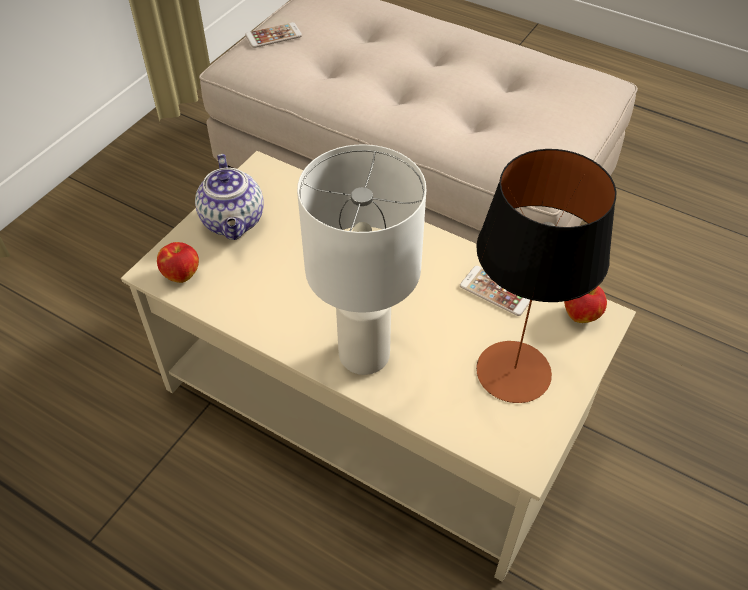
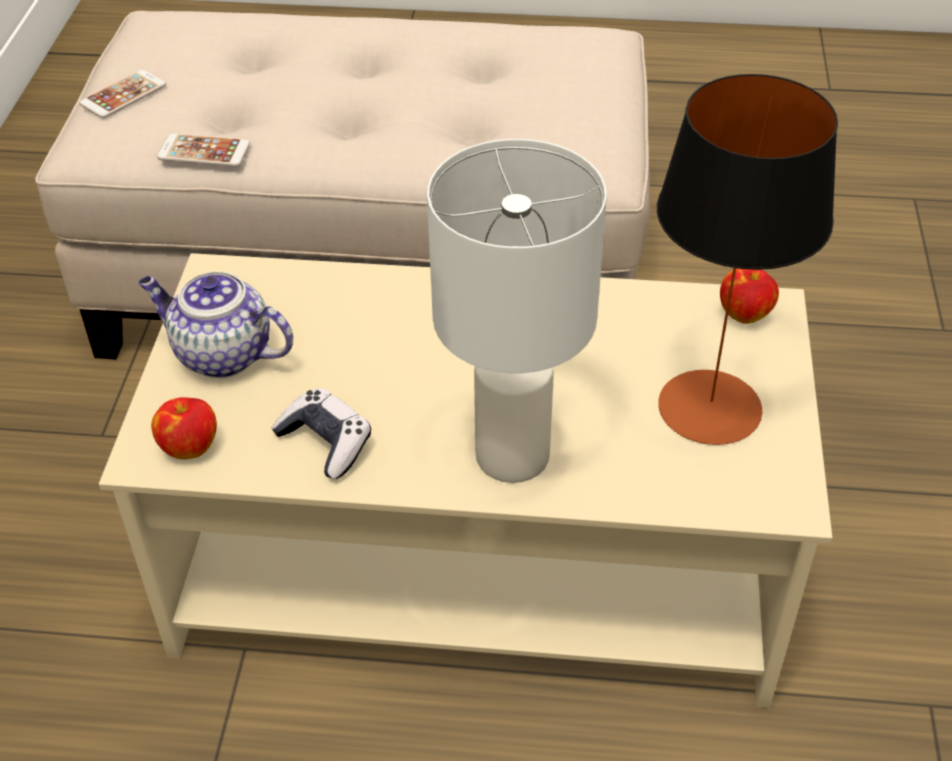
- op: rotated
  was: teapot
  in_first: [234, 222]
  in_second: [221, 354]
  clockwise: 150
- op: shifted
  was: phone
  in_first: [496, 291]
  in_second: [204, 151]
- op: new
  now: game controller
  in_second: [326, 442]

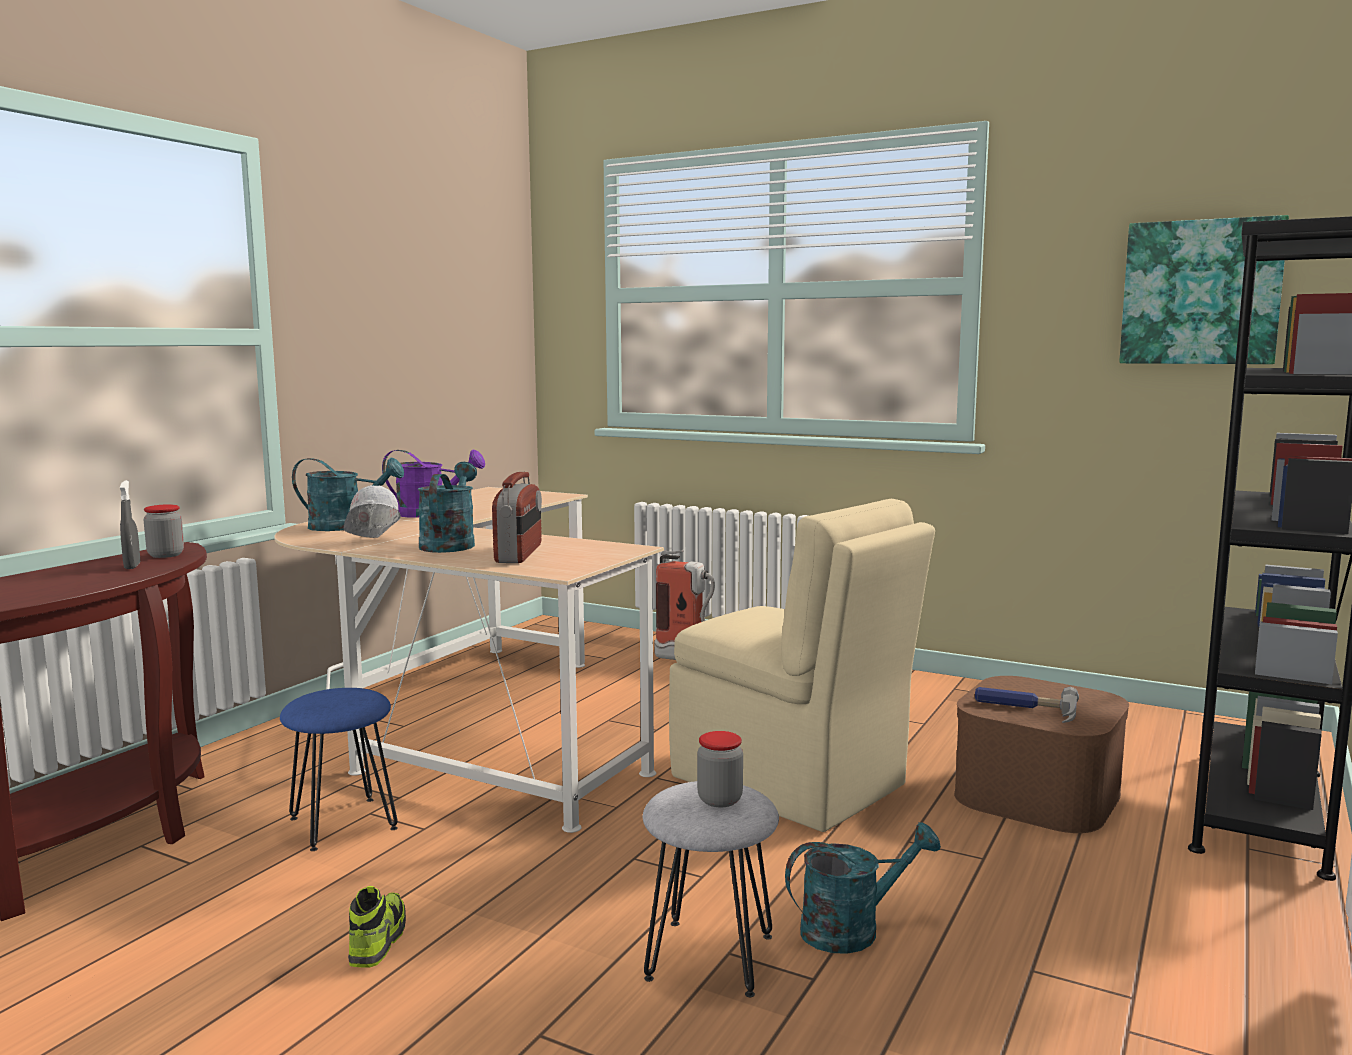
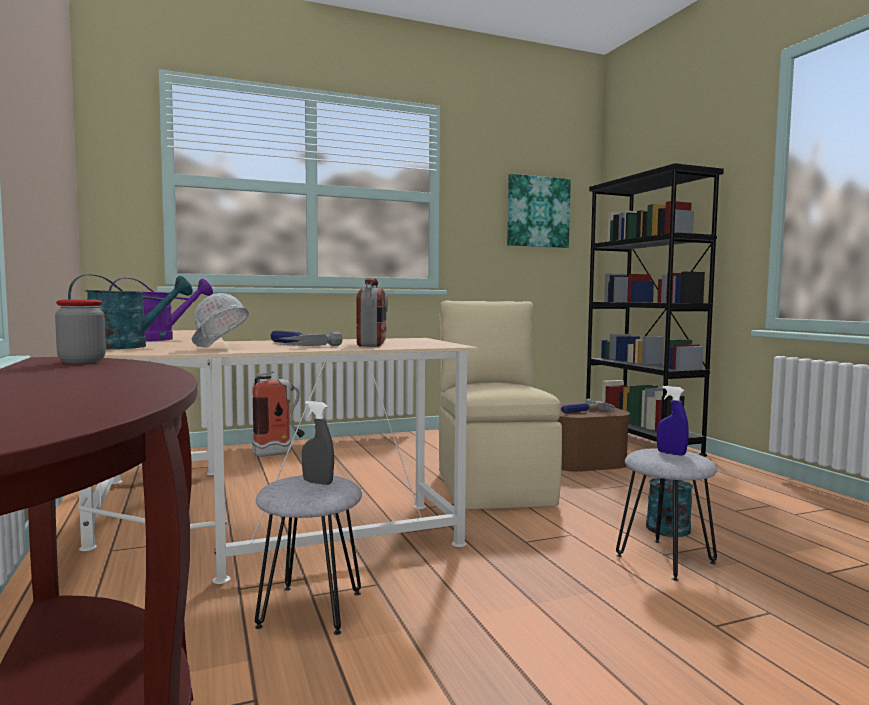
- op: repainted
  was: blue stool
  now: grey stool
  in_first: [343, 823]
  in_second: [310, 609]
- op: swapped
  was: turquoise watering can
  now: hammer
  in_first: [450, 544]
  in_second: [292, 345]
- op: shifted
  was: grey spray bottle
  in_first: [132, 566]
  in_second: [317, 482]
- op: rotated
  was: radio
  in_first: [519, 554]
  in_second: [373, 343]
  clockwise: 45
- op: rotated
  was: beige chair
  in_first: [792, 783]
  in_second: [493, 486]
  clockwise: -90
- op: swapped
  was: jar
  now: blue spray bottle
  in_first: [720, 800]
  in_second: [671, 453]
- op: gone
  was: shoe
  in_first: [378, 940]

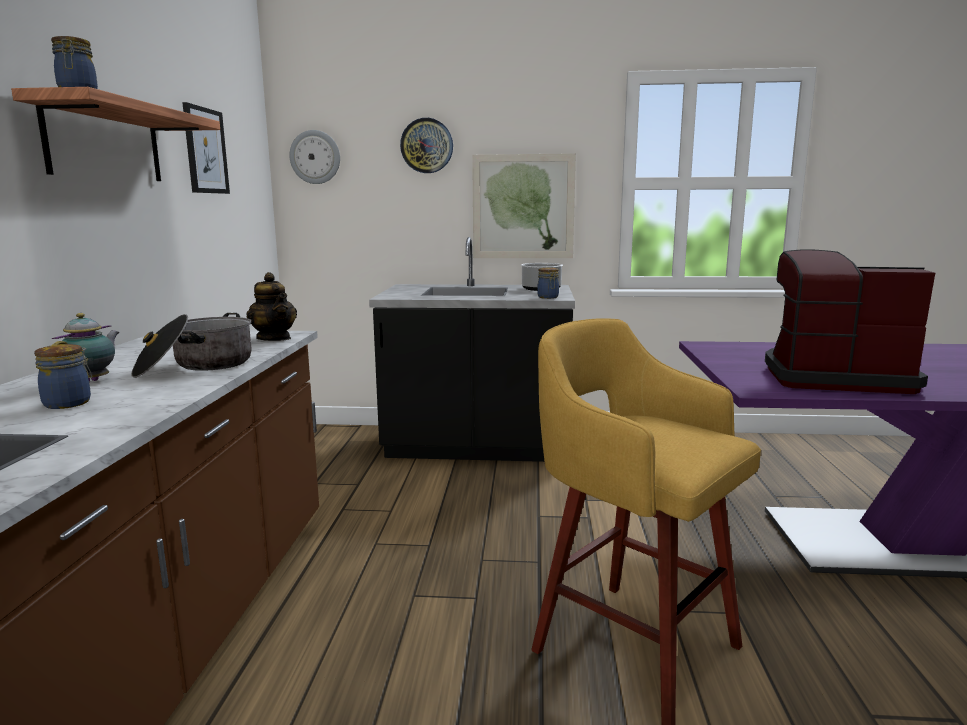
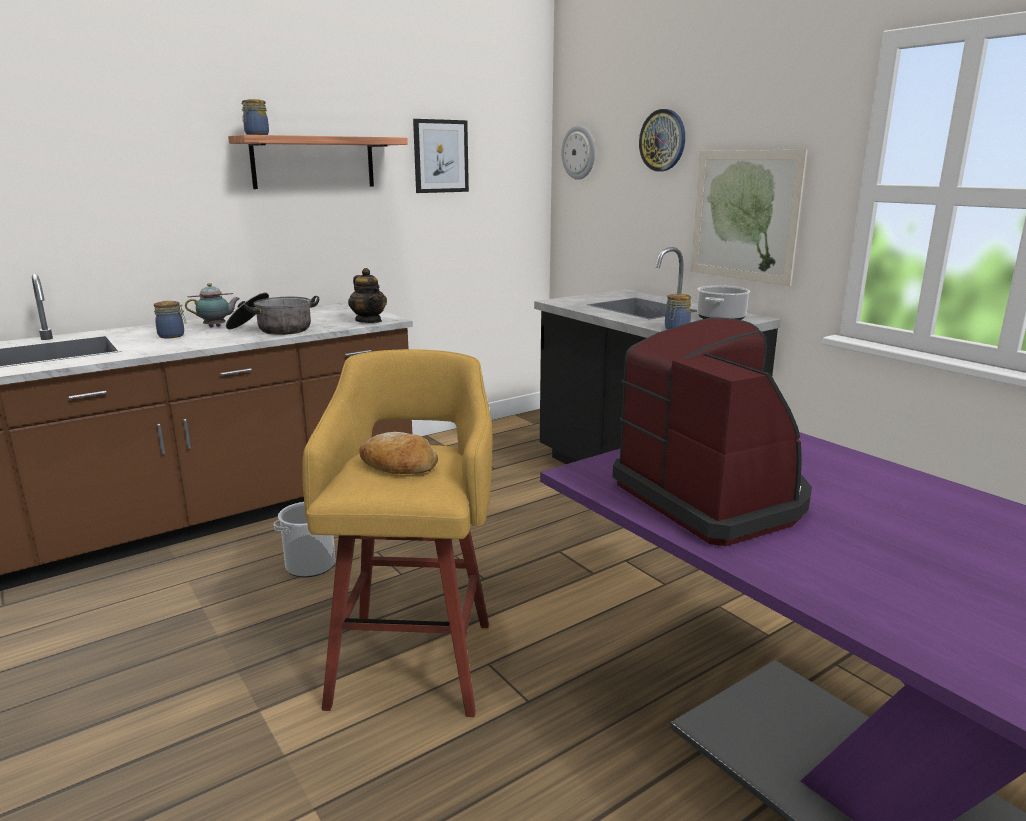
- op: new
  now: bucket
  in_second: [310, 565]
- op: rotated
  was: teapot
  in_first: [274, 338]
  in_second: [369, 321]
  clockwise: -45
- op: new
  now: bread
  in_second: [398, 465]

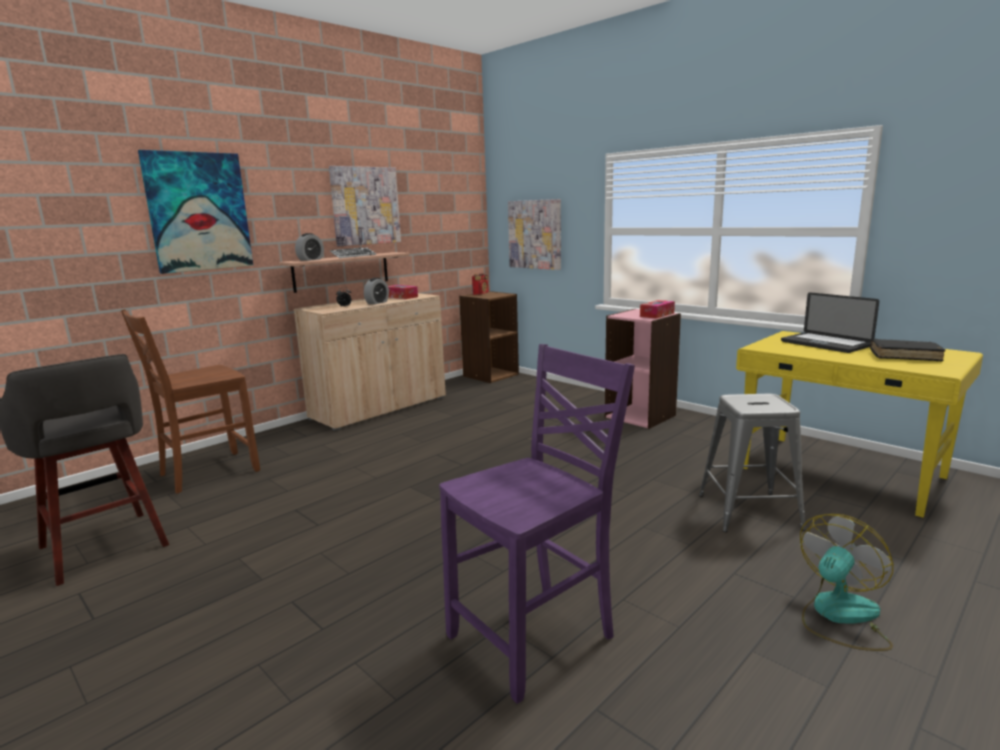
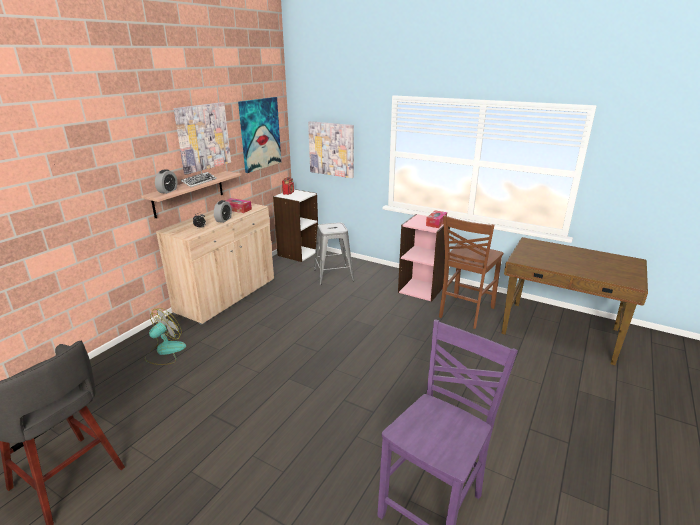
- op: shifted
  was: fan
  in_first: [839, 616]
  in_second: [165, 351]
- op: shifted
  was: picture
  in_first: [198, 212]
  in_second: [260, 134]
- op: repainted
  was: brown bookcase
  now: white bookcase
  in_first: [490, 375]
  in_second: [298, 253]
- op: shifted
  was: grey stool
  in_first: [749, 511]
  in_second: [333, 275]
- op: shifted
  was: brown chair
  in_first: [207, 473]
  in_second: [464, 312]
- op: repainted
  was: yellow desk
  now: brown desk
  in_first: [841, 473]
  in_second: [560, 332]
- op: gone
  was: laptop
  in_first: [825, 344]
- op: gone
  was: black book
  in_first: [904, 356]

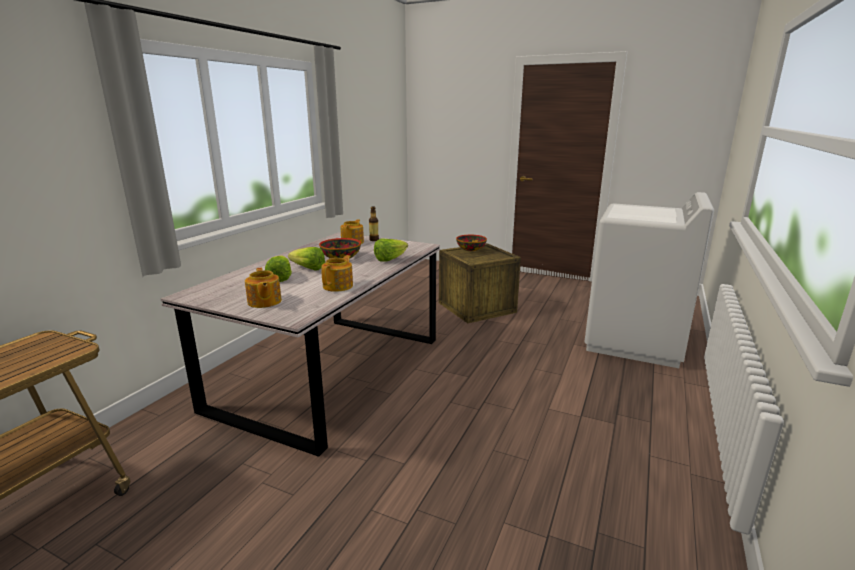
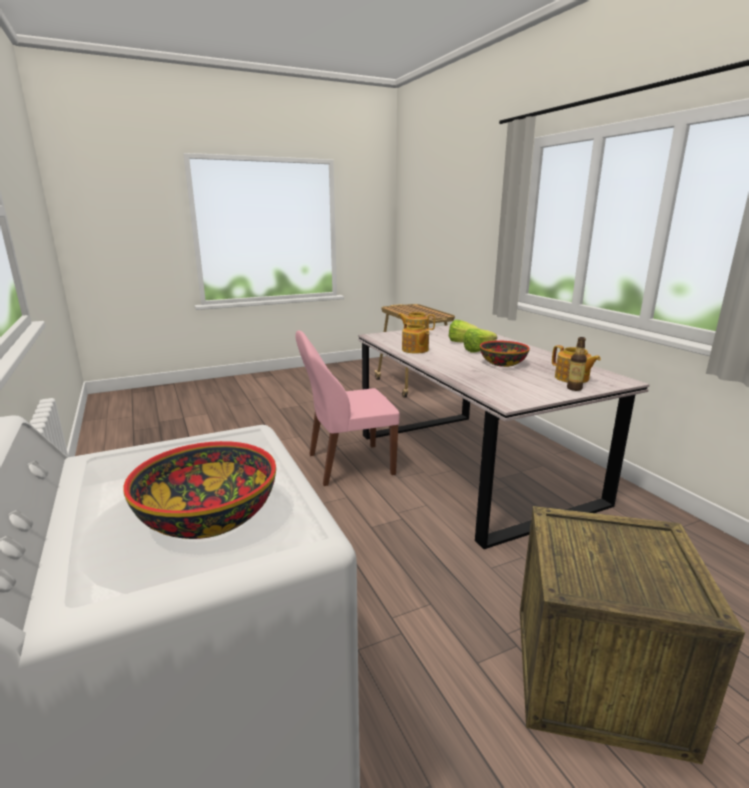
- op: shifted
  was: bowl
  in_first: [471, 249]
  in_second: [209, 518]
- op: new
  now: pink chair
  in_second: [347, 465]
- op: gone
  was: lettuce
  in_first: [390, 259]

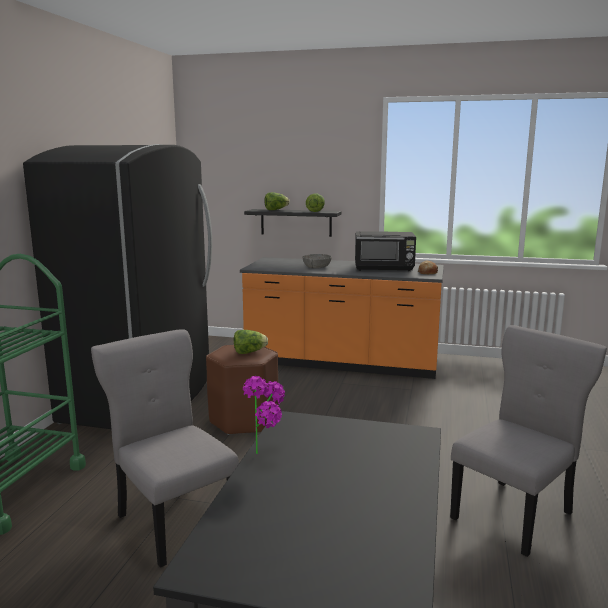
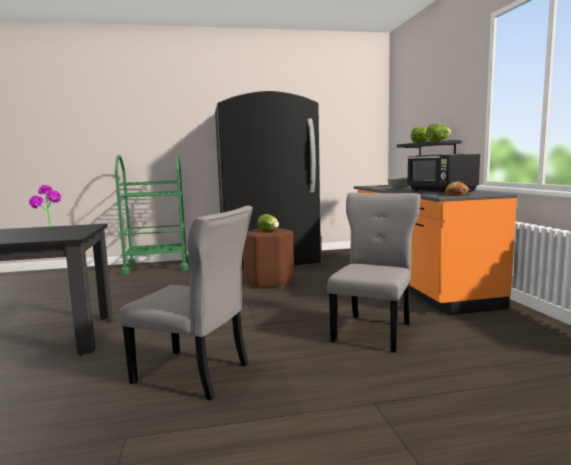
- op: shifted
  was: grey chair
  in_first: [174, 521]
  in_second: [374, 331]

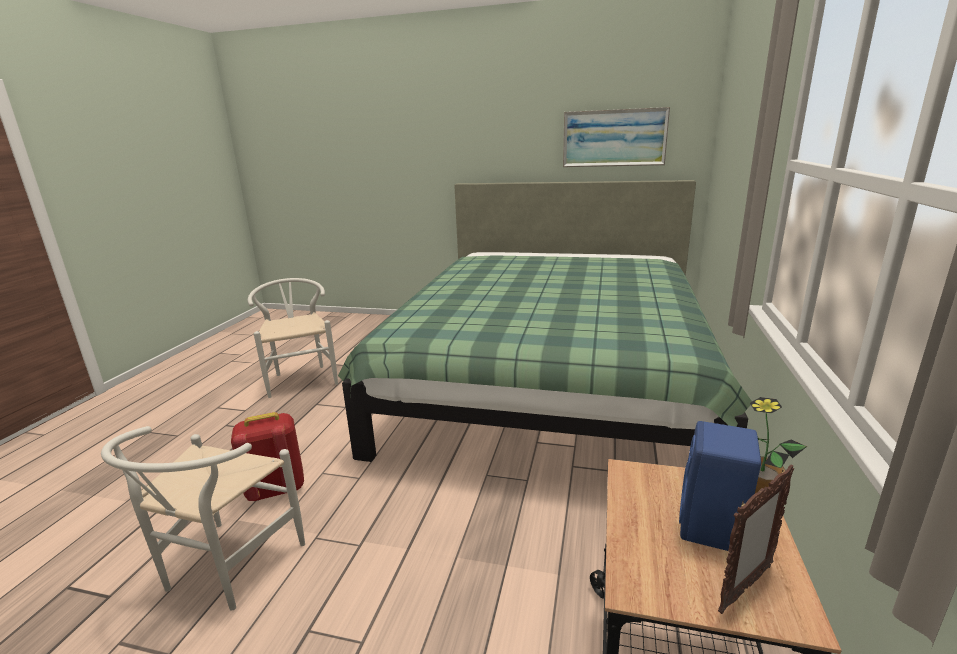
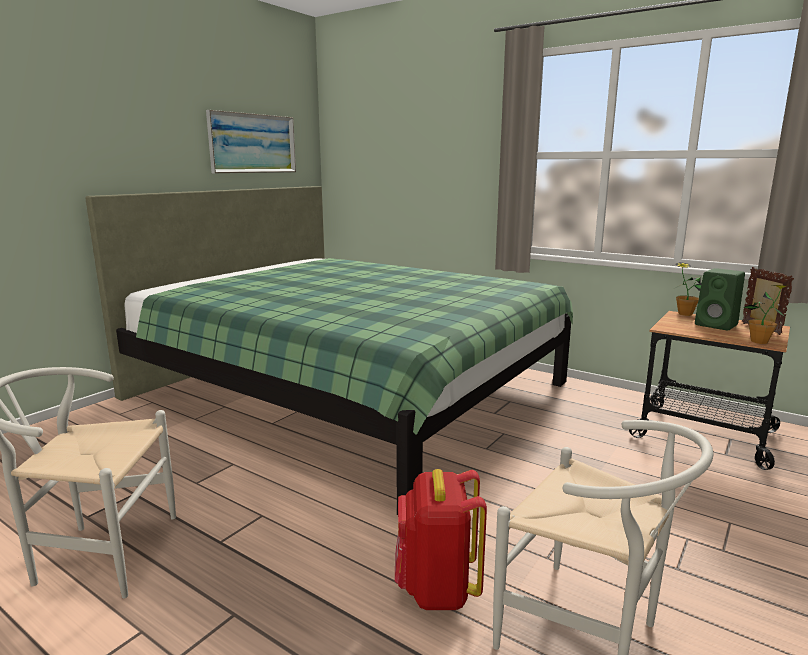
- op: repainted
  was: blue speaker
  now: green speaker
  in_first: [712, 529]
  in_second: [717, 325]
- op: new
  now: potted plant
  in_second: [759, 341]

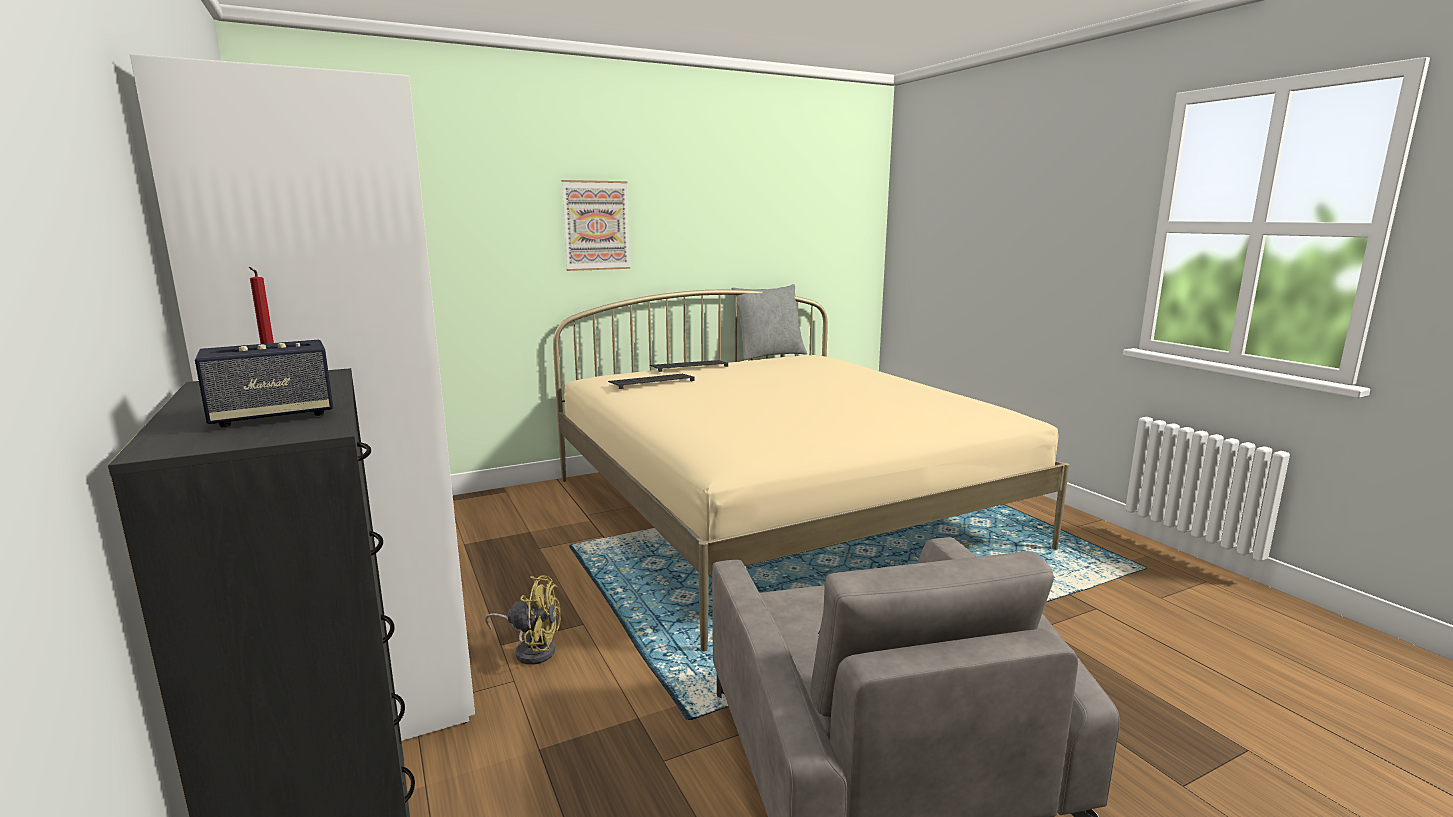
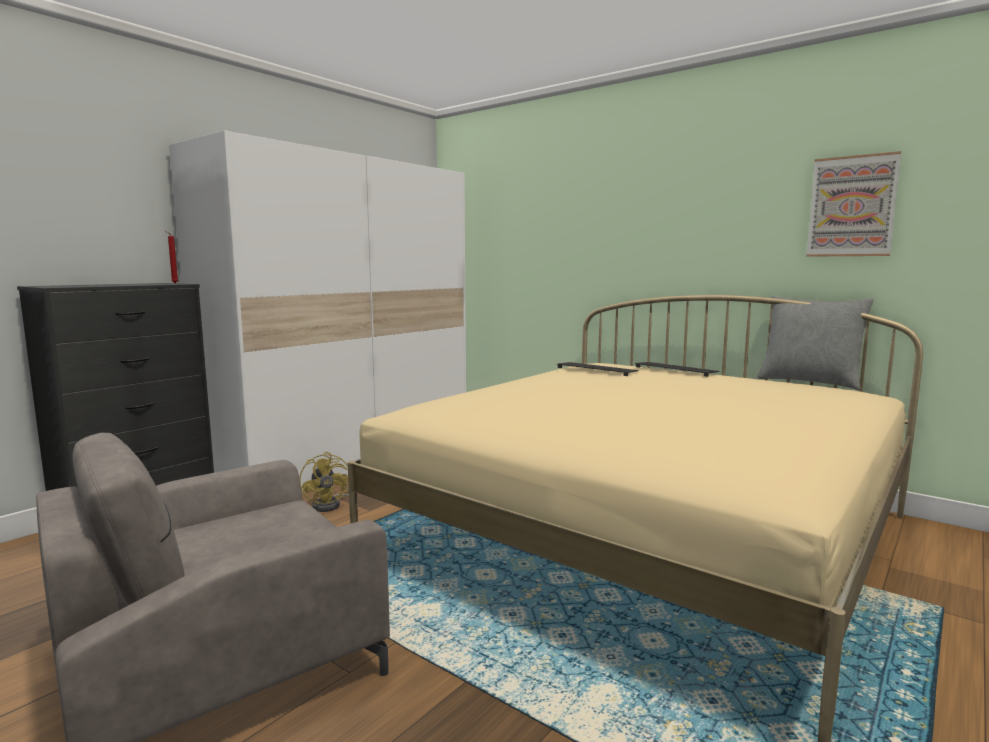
- op: shifted
  was: picture
  in_first: [596, 225]
  in_second: [852, 206]
- op: gone
  was: speaker
  in_first: [273, 416]

